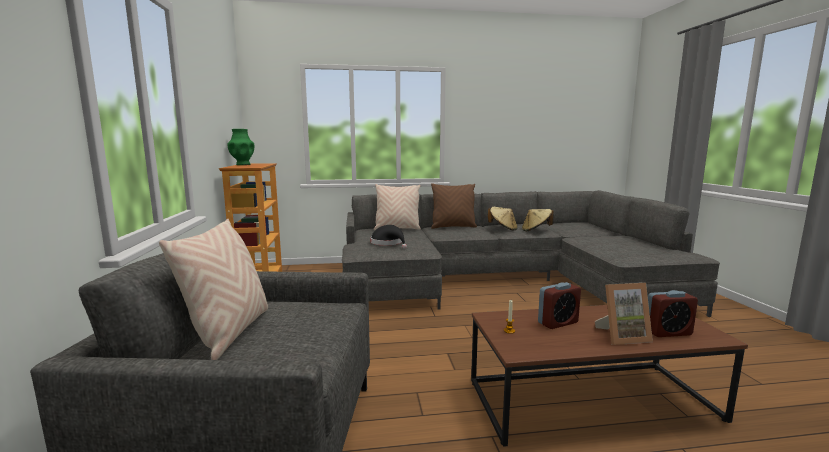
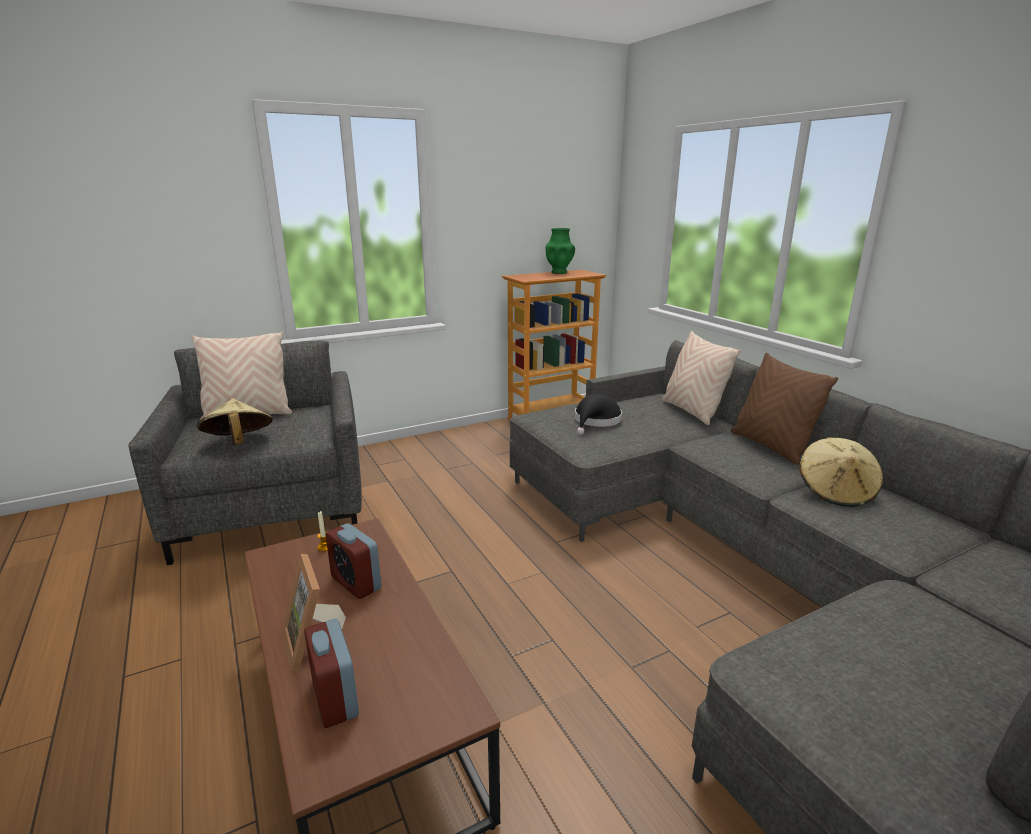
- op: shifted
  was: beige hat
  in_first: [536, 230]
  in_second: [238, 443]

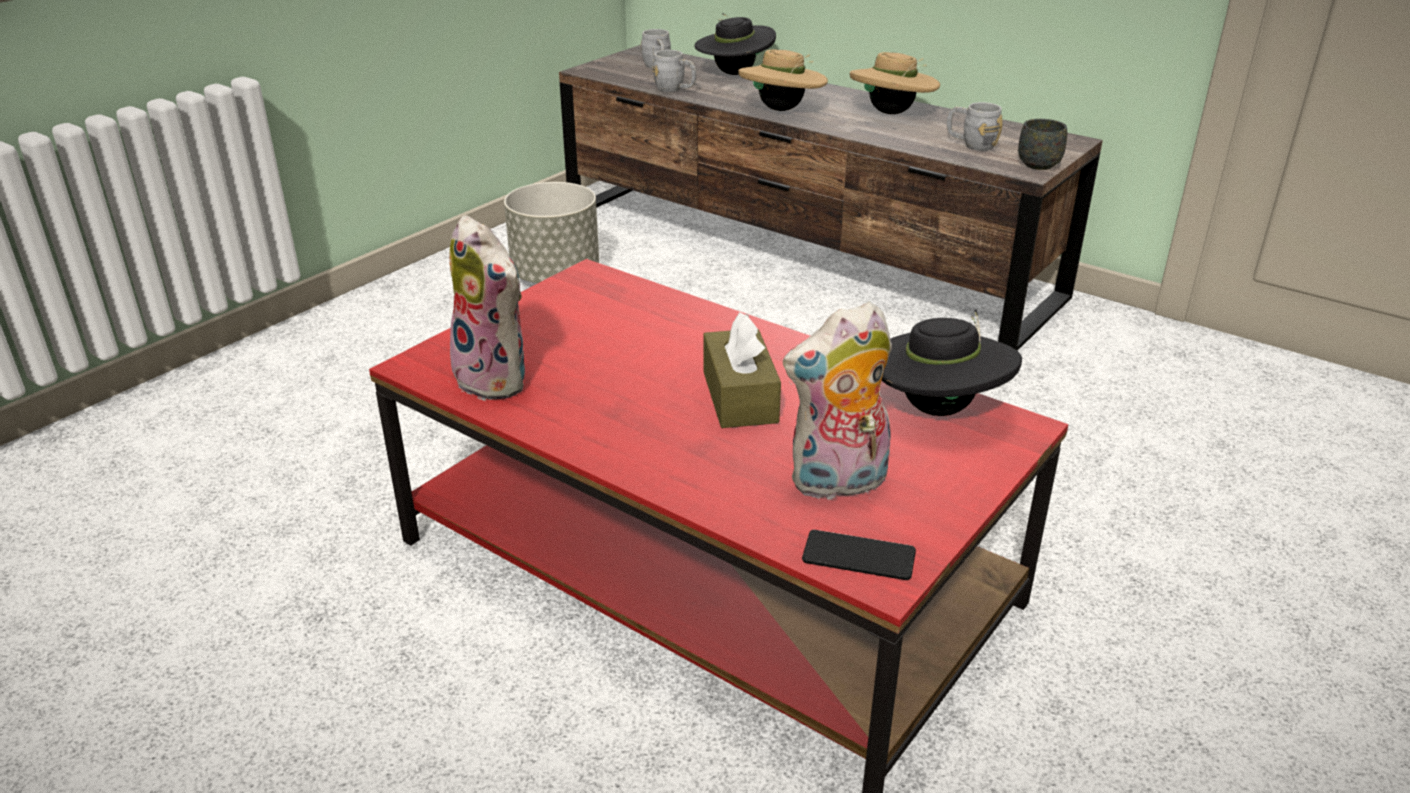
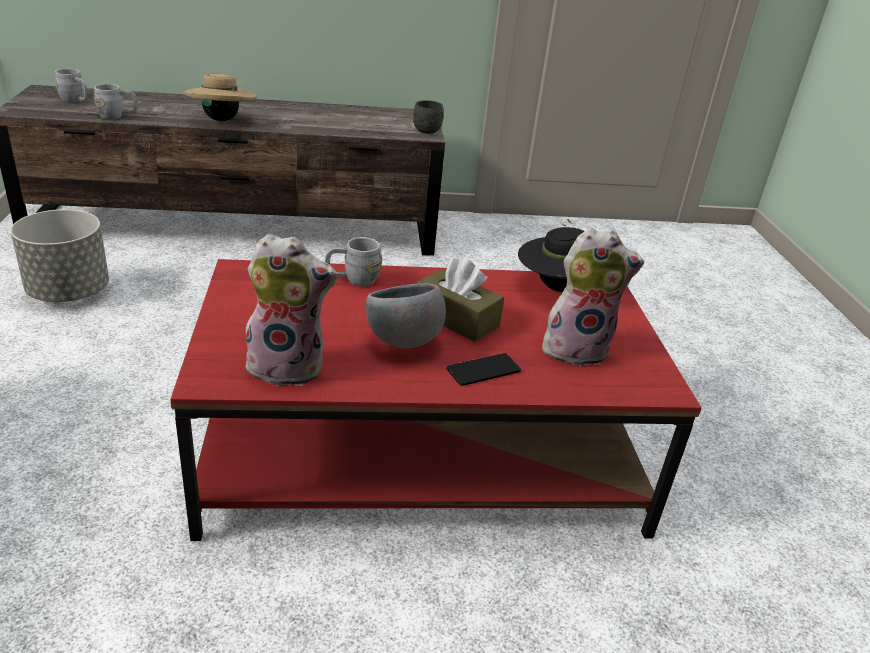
- op: shifted
  was: grey mug
  in_first: [971, 144]
  in_second: [353, 280]
- op: new
  now: grey bowl
  in_second: [403, 342]
- op: shifted
  was: phone
  in_first: [858, 556]
  in_second: [483, 370]
- op: rotated
  was: plush toy
  in_first: [838, 484]
  in_second: [576, 348]
  clockwise: -120
- op: gone
  was: black hat
  in_first: [734, 73]
- op: gone
  was: beige hat
  in_first: [891, 113]

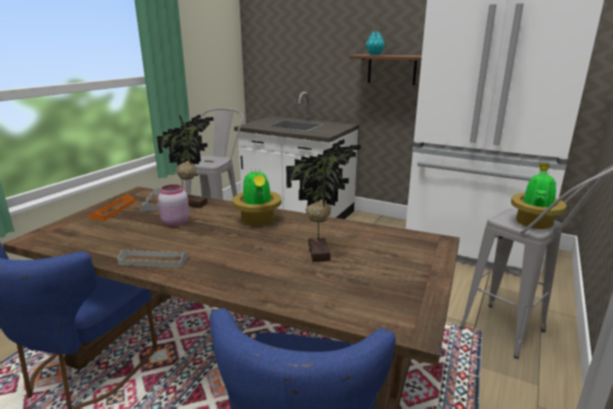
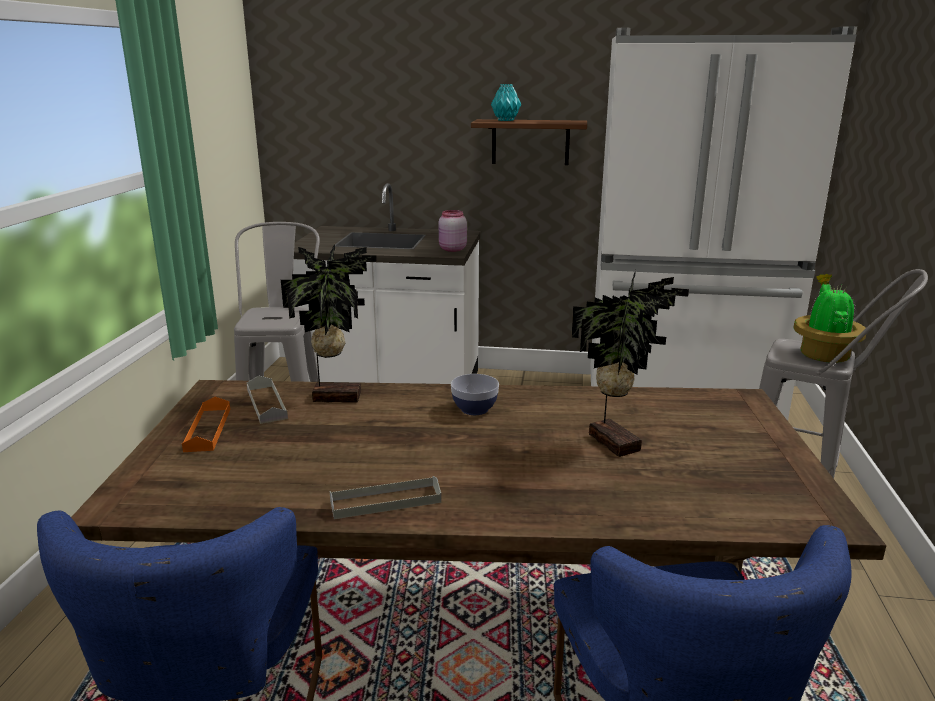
- op: shifted
  was: pink jar
  in_first: [175, 223]
  in_second: [452, 249]
- op: swapped
  was: potted plant
  now: bowl
  in_first: [258, 221]
  in_second: [474, 409]

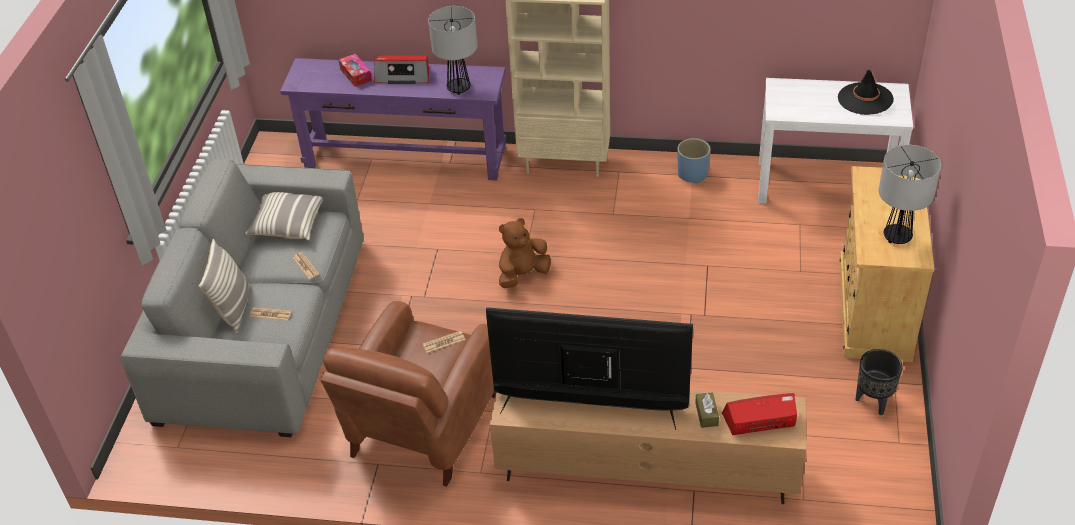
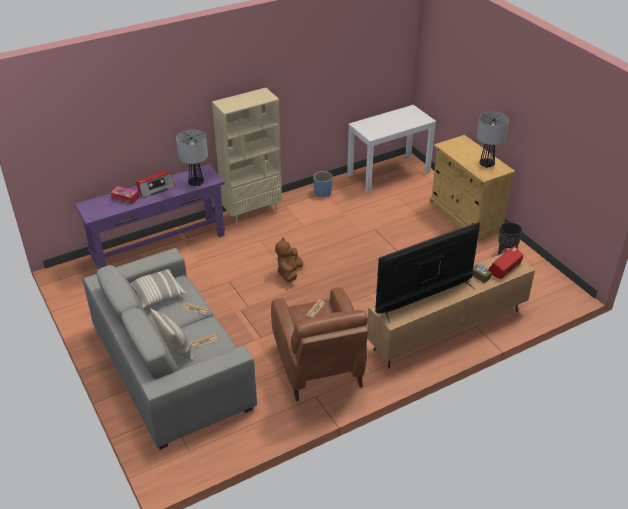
- op: gone
  was: black hat
  in_first: [865, 99]

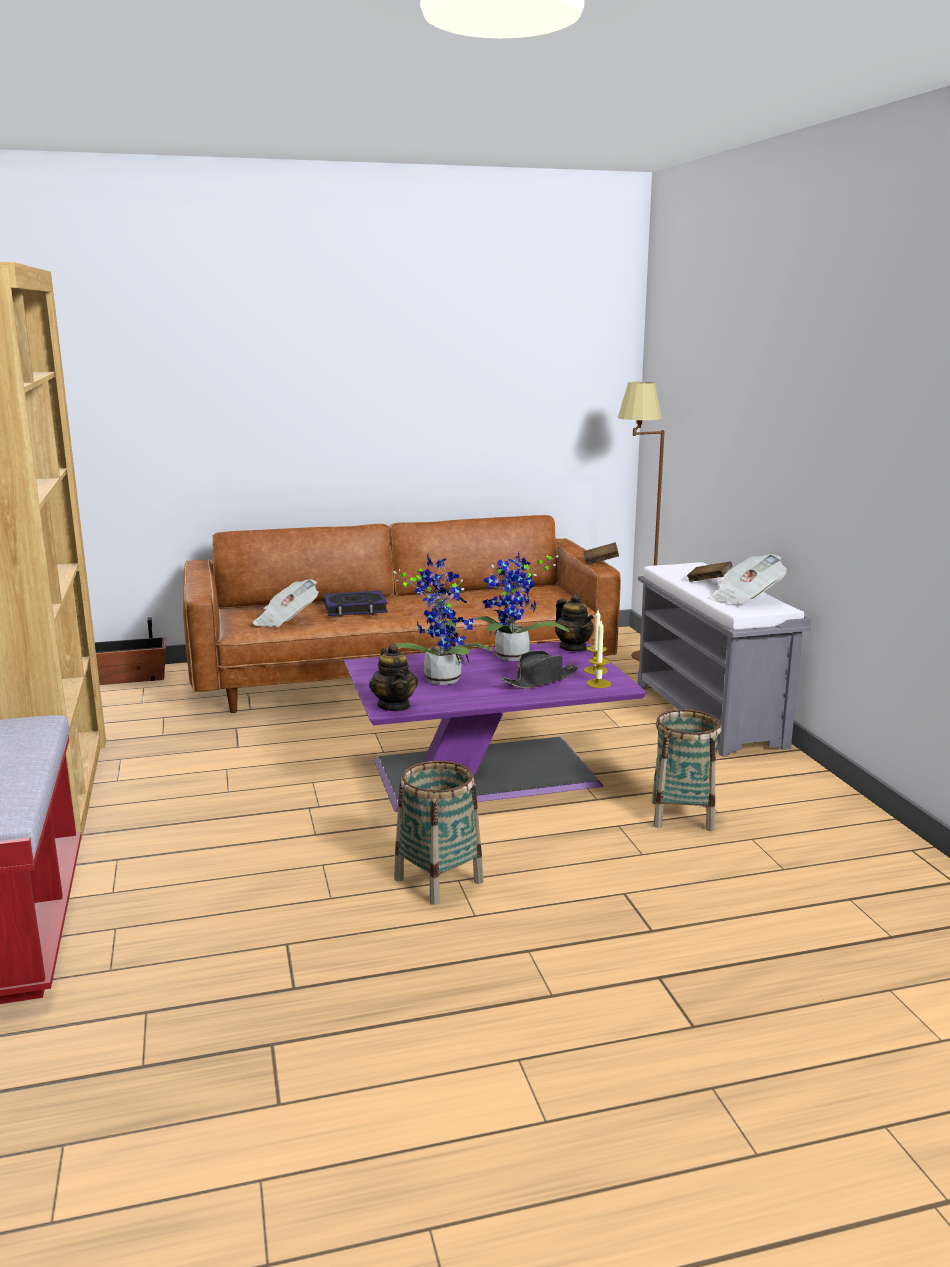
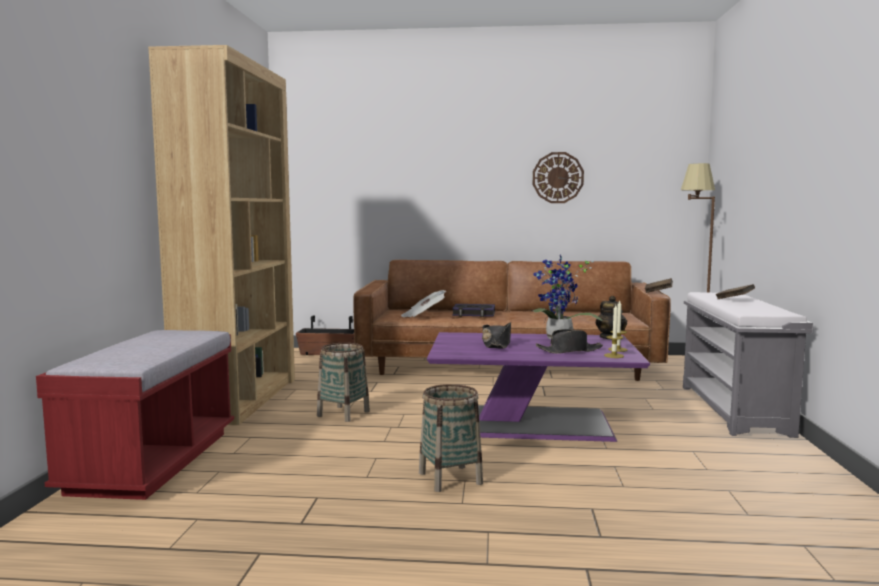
- op: shifted
  was: basket
  in_first: [682, 816]
  in_second: [343, 414]
- op: swapped
  was: potted plant
  now: black hat
  in_first: [441, 678]
  in_second: [496, 344]
- op: new
  now: wall clock
  in_second: [558, 177]
- op: gone
  was: teapot
  in_first: [394, 706]
- op: gone
  was: newspaper
  in_first: [745, 598]

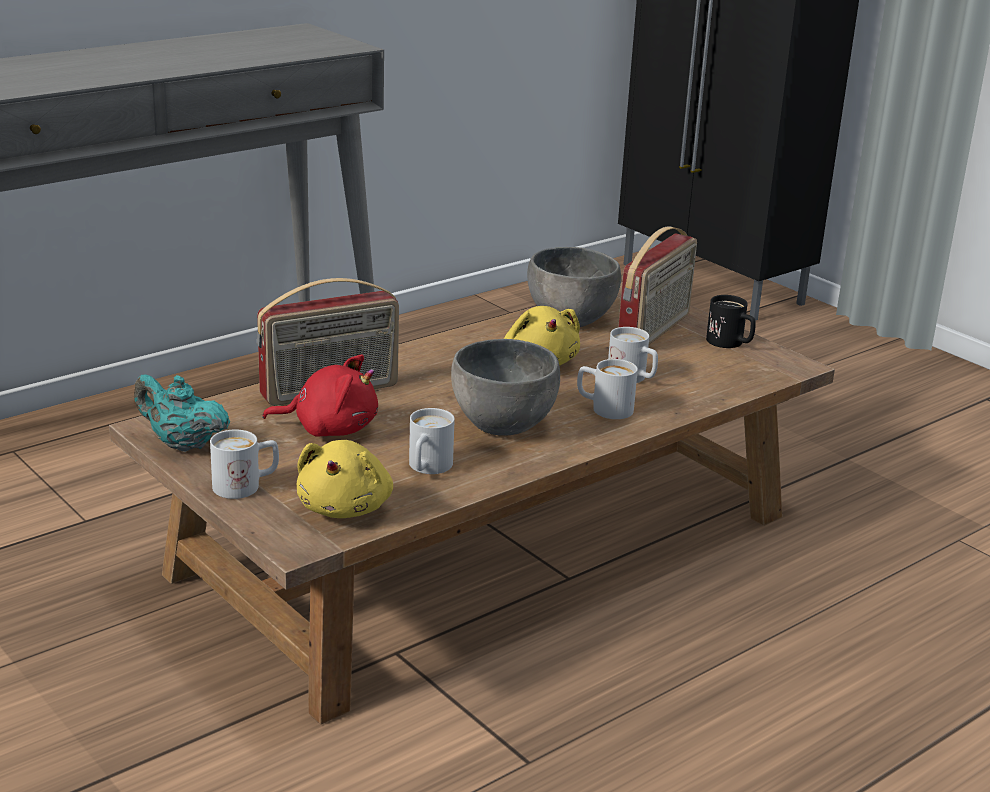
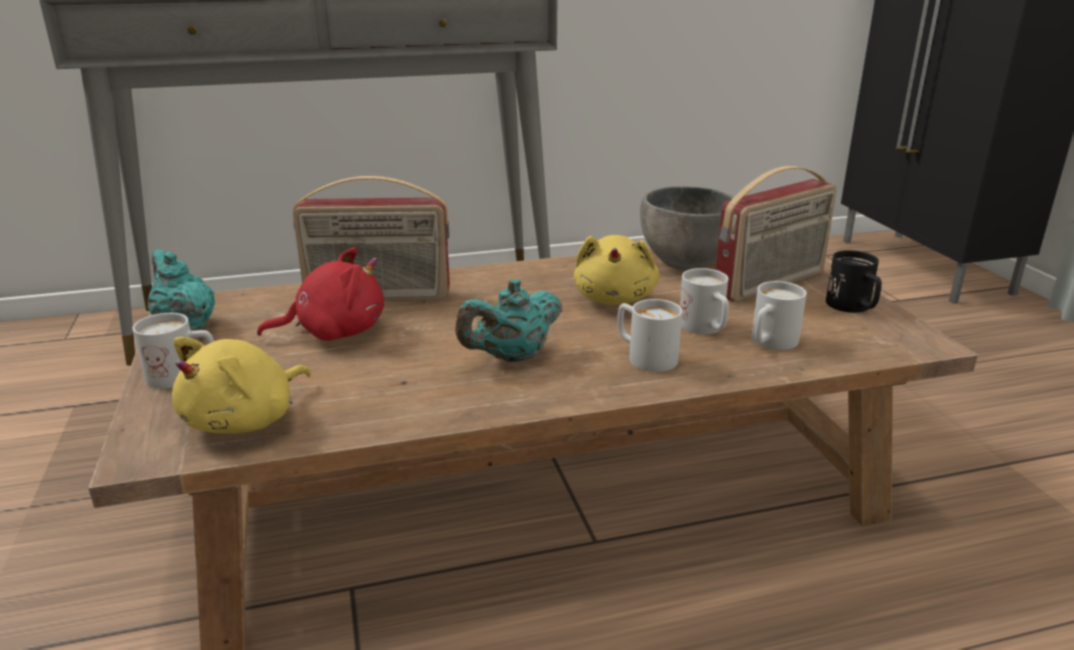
- op: rotated
  was: red plush toy
  in_first: [330, 429]
  in_second: [334, 332]
  clockwise: -45
- op: swapped
  was: grey bowl
  now: turquoise teapot
  in_first: [503, 425]
  in_second: [512, 357]
- op: shifted
  was: white mug
  in_first: [427, 468]
  in_second: [769, 343]

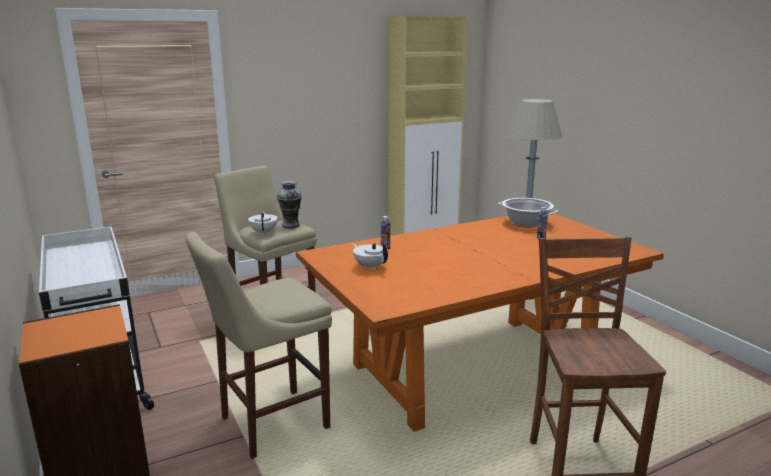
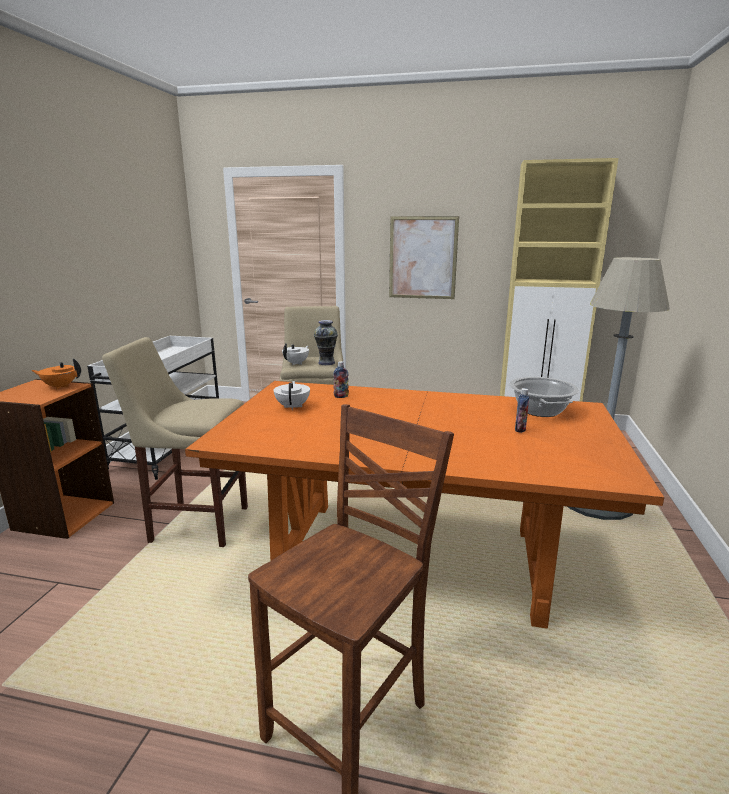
- op: new
  now: orange teapot
  in_second: [60, 386]
- op: new
  now: picture
  in_second: [422, 258]

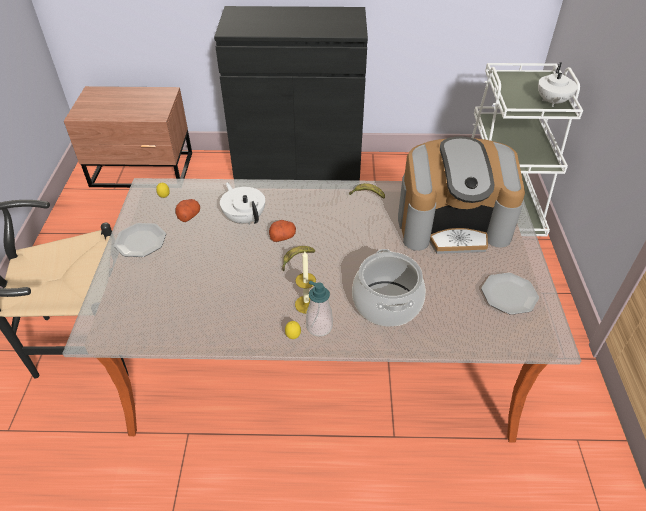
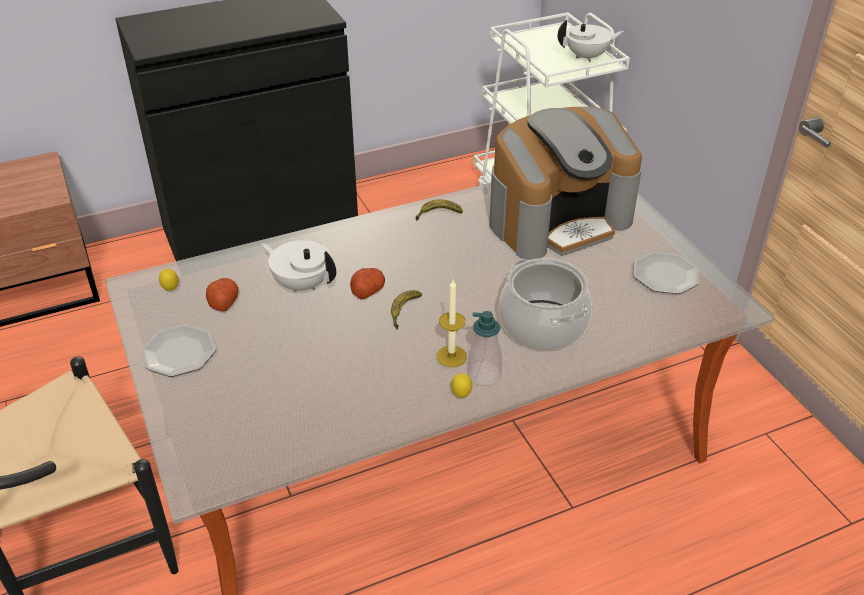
- op: rotated
  was: white teapot
  in_first: [552, 102]
  in_second: [587, 57]
  clockwise: -90

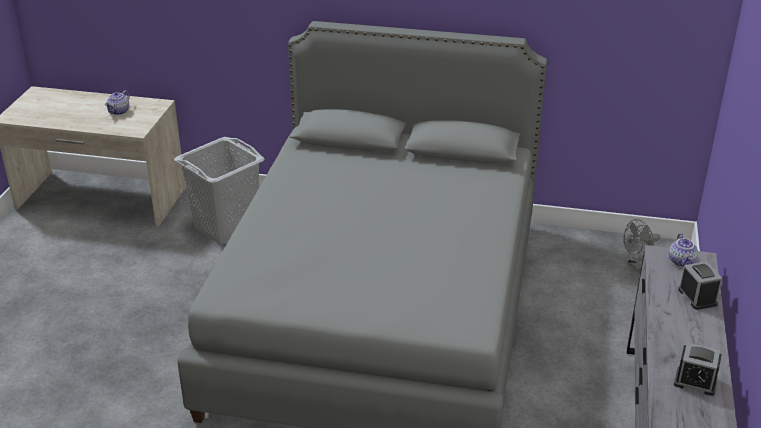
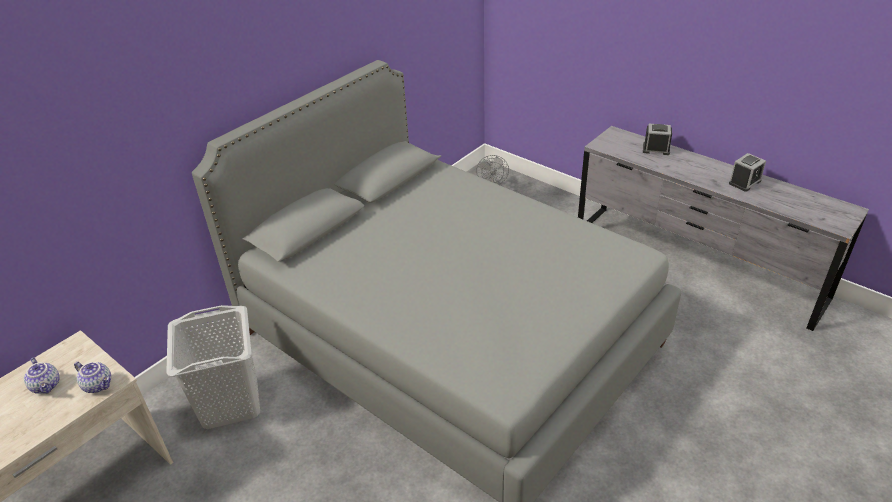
- op: shifted
  was: teapot
  in_first: [682, 262]
  in_second: [99, 385]

